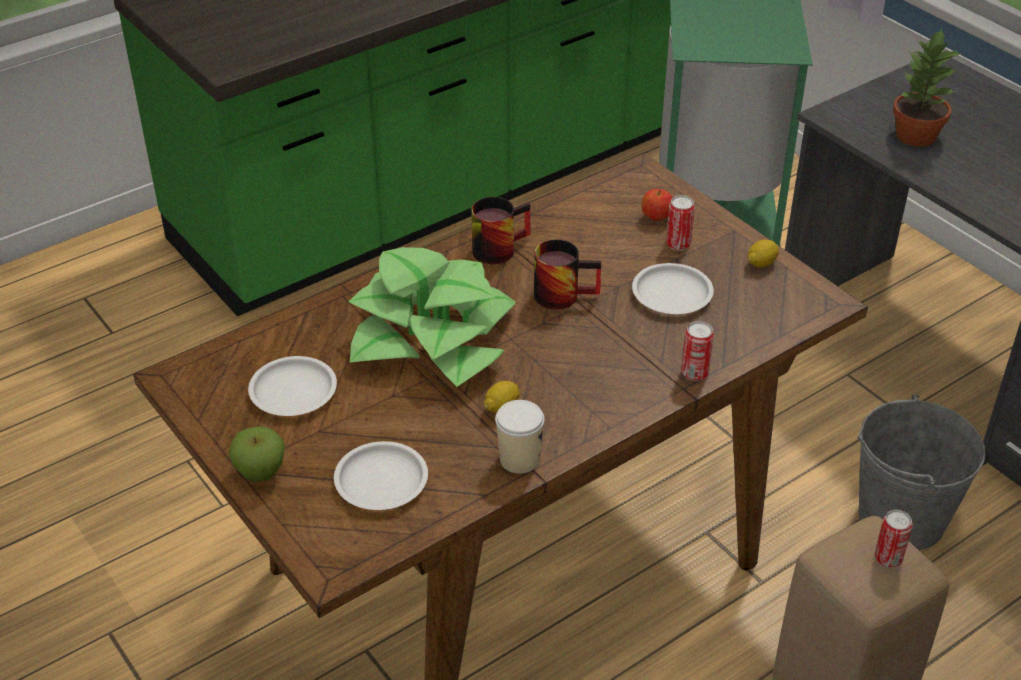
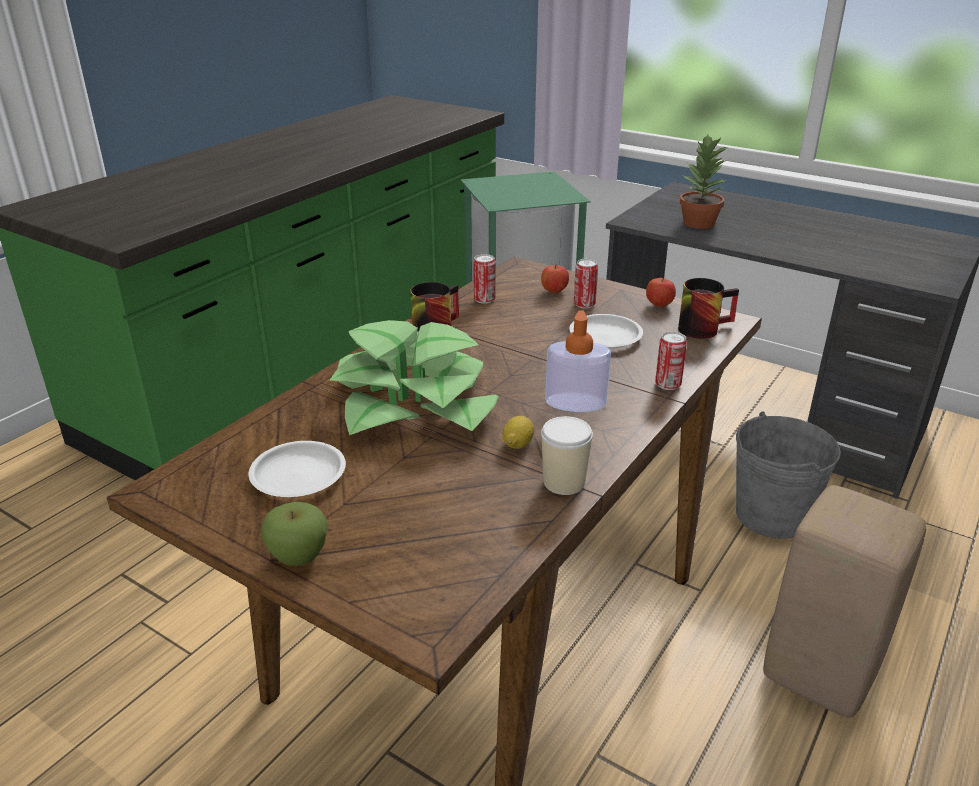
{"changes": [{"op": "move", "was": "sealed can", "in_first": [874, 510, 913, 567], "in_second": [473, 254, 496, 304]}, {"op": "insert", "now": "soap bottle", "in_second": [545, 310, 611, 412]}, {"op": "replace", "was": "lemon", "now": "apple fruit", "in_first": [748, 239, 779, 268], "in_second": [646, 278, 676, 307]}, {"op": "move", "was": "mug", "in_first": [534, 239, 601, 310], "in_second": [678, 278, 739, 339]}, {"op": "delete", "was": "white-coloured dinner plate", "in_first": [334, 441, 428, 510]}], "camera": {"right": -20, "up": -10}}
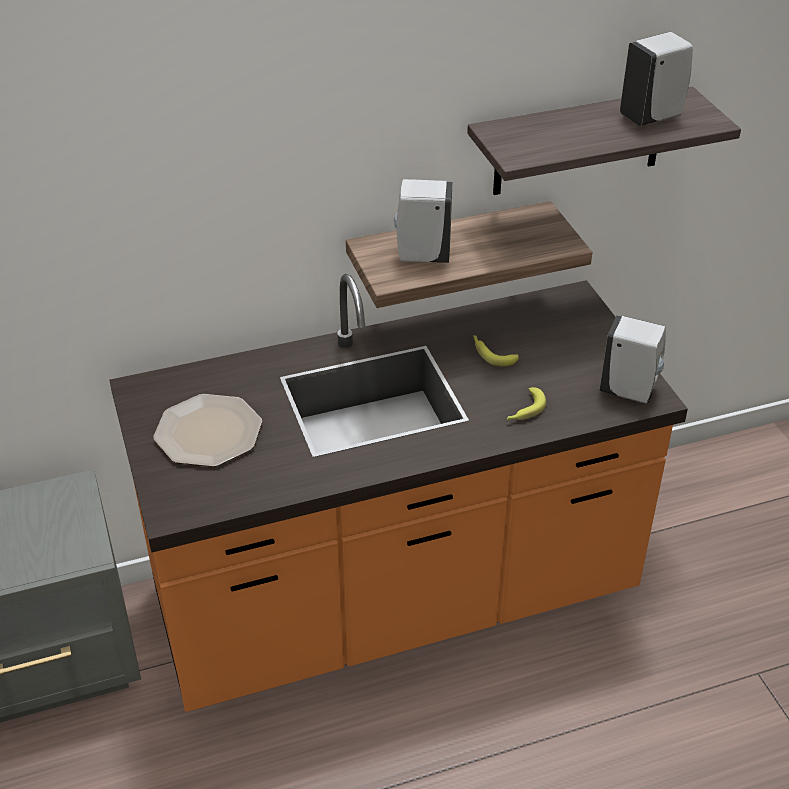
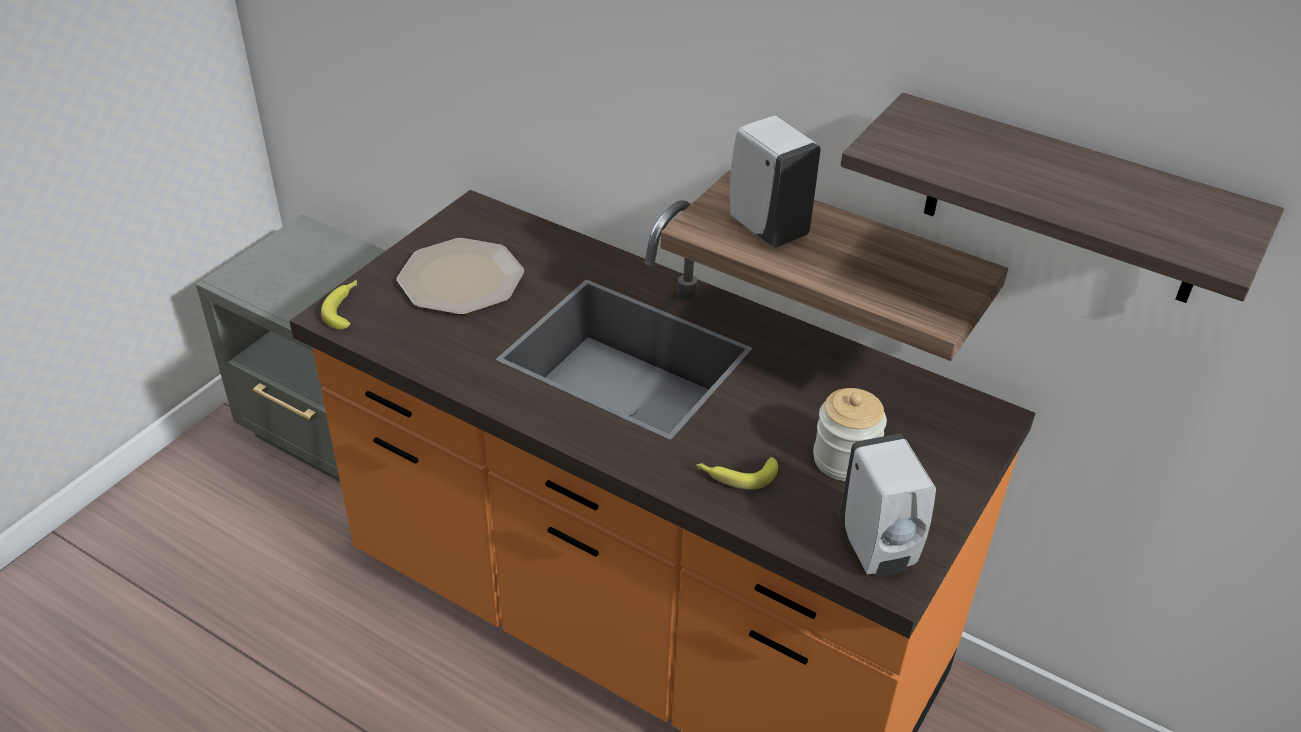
{"changes": [{"op": "move", "was": "banana", "in_first": [473, 335, 519, 366], "in_second": [321, 280, 357, 330]}, {"op": "insert", "now": "preserve jar", "in_second": [813, 388, 887, 481]}, {"op": "delete", "was": "white-coloured soap bottle", "in_first": [620, 32, 693, 126]}], "camera": {"right": 50, "up": 0}}
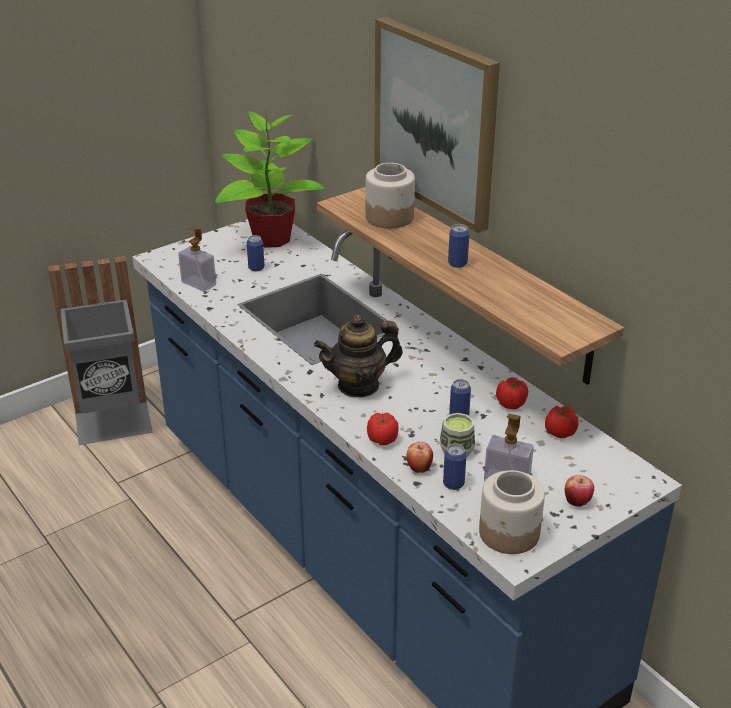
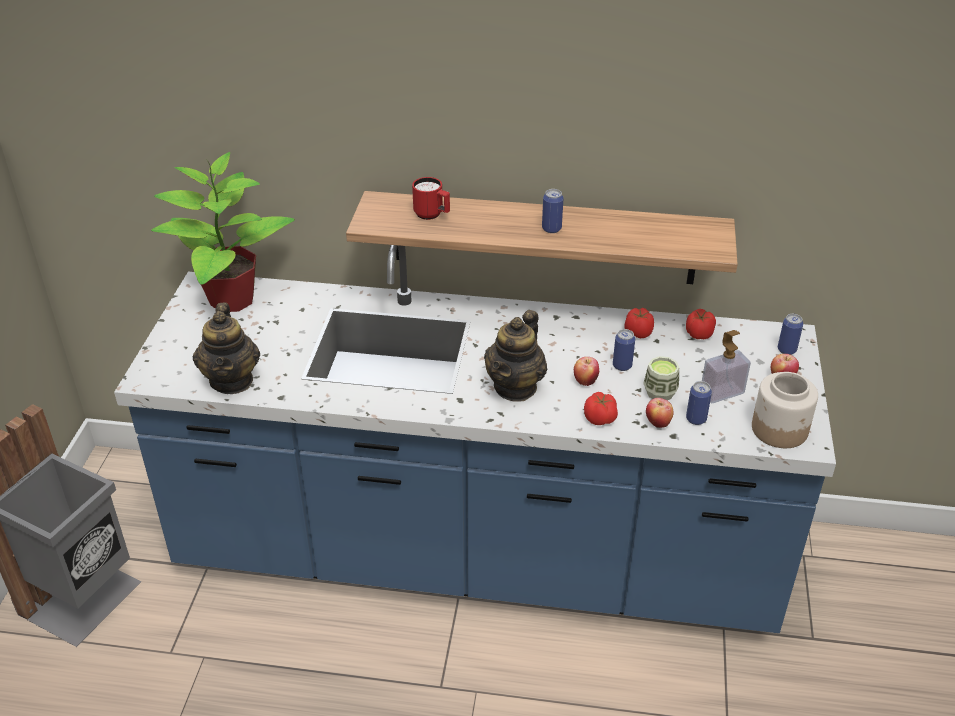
{"changes": [{"op": "replace", "was": "soap bottle", "now": "pot for tea", "in_first": [178, 227, 216, 292], "in_second": [193, 303, 260, 394]}, {"op": "replace", "was": "preserve jar", "now": "red-coloured mug", "in_first": [366, 163, 415, 229], "in_second": [412, 177, 450, 220]}, {"op": "insert", "now": "apple fruit", "in_second": [574, 357, 599, 386]}, {"op": "move", "was": "sealed can", "in_first": [247, 235, 264, 271], "in_second": [778, 314, 803, 355]}, {"op": "delete", "was": "picture", "in_first": [374, 17, 500, 233]}], "camera": {"right": -45, "up": 5}}
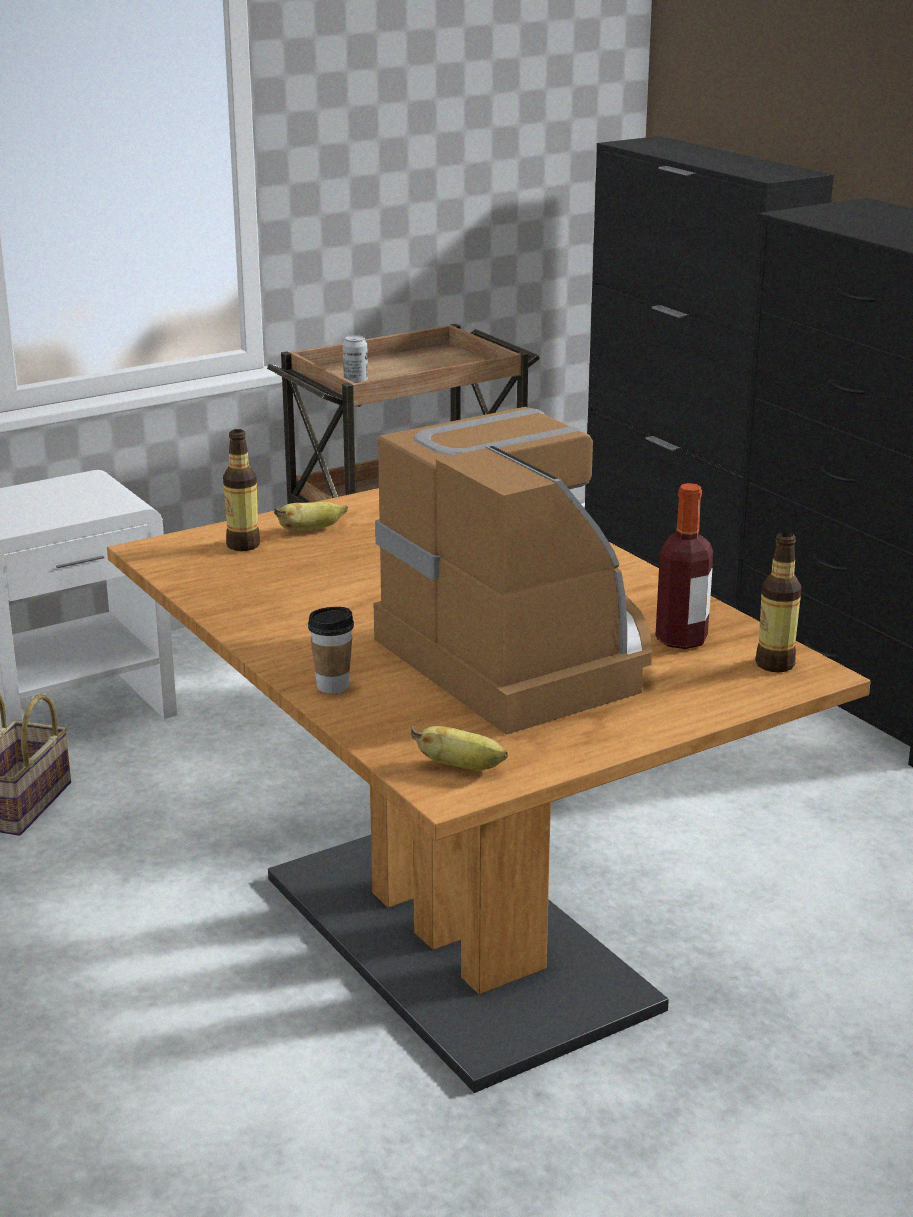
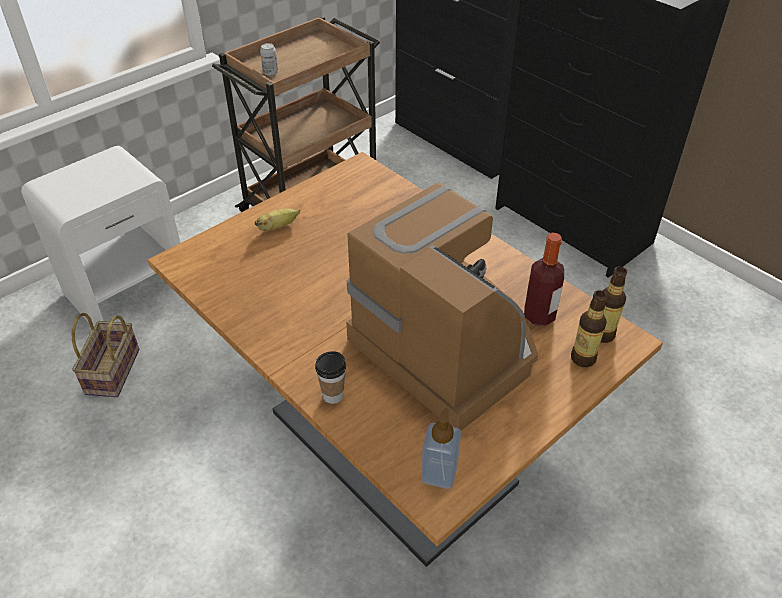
{"changes": [{"op": "replace", "was": "banana", "now": "soap bottle", "in_first": [411, 726, 508, 770], "in_second": [421, 408, 461, 489]}, {"op": "move", "was": "drink bottle", "in_first": [223, 429, 260, 551], "in_second": [571, 290, 607, 367]}], "camera": {"right": -10, "up": 20}}
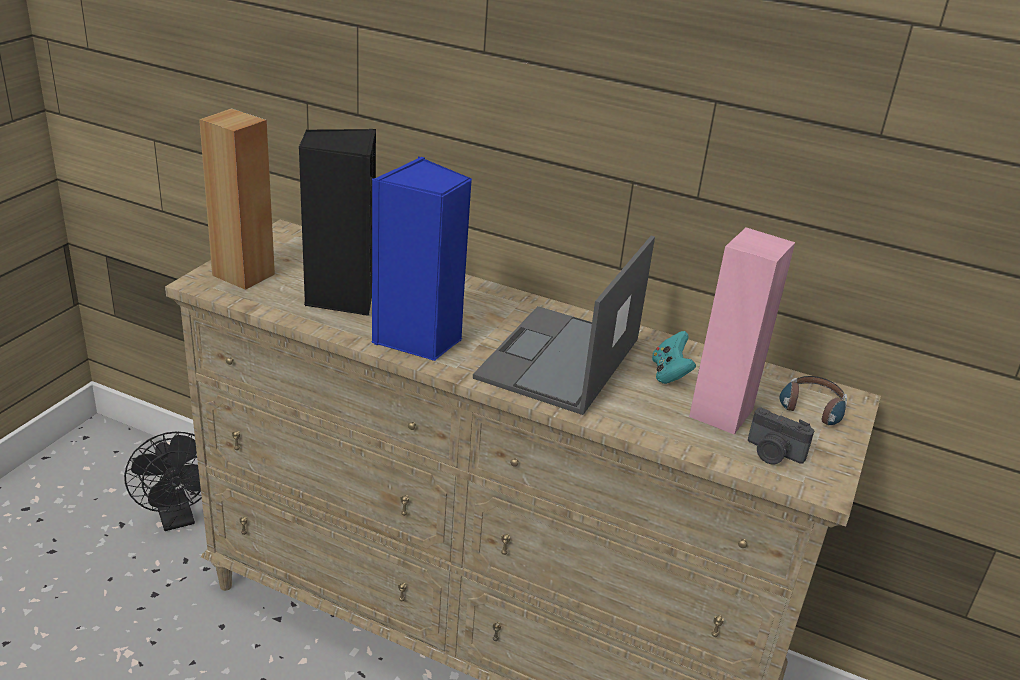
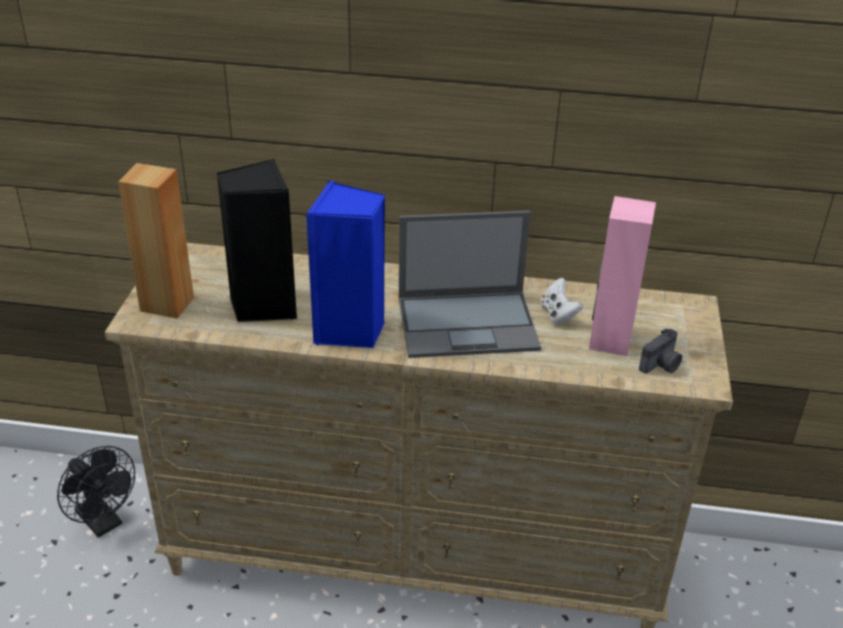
{"changes": [{"op": "rotate", "was": "laptop", "in_first": [473, 236, 655, 415], "in_second": [399, 211, 541, 358], "clockwise": -105}, {"op": "recolor", "was": "turquoise-coloured game controller", "now": "white-coloured game controller", "in_first": [652, 331, 696, 384], "in_second": [540, 278, 583, 325]}, {"op": "rotate", "was": "photo camera", "in_first": [748, 408, 814, 464], "in_second": [639, 328, 682, 373], "clockwise": -60}, {"op": "delete", "was": "headphones", "in_first": [780, 376, 847, 425]}], "camera": {"right": -15, "up": 5}}
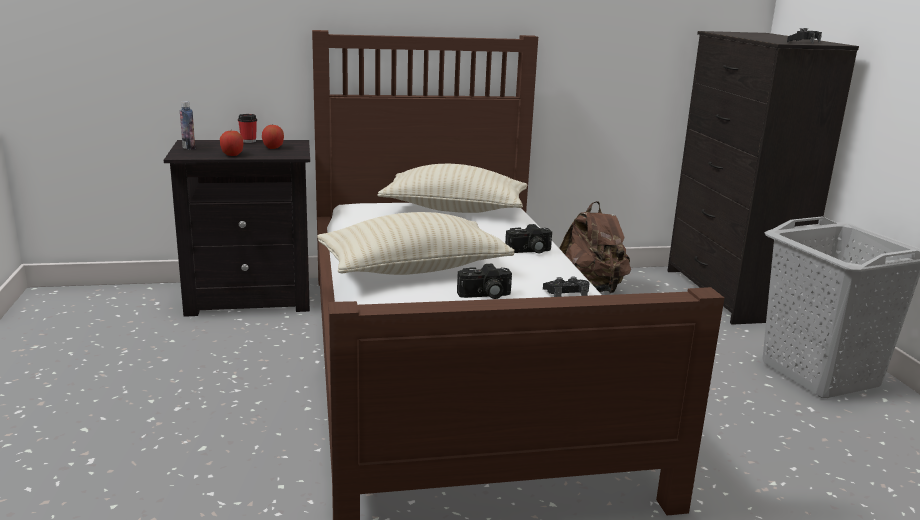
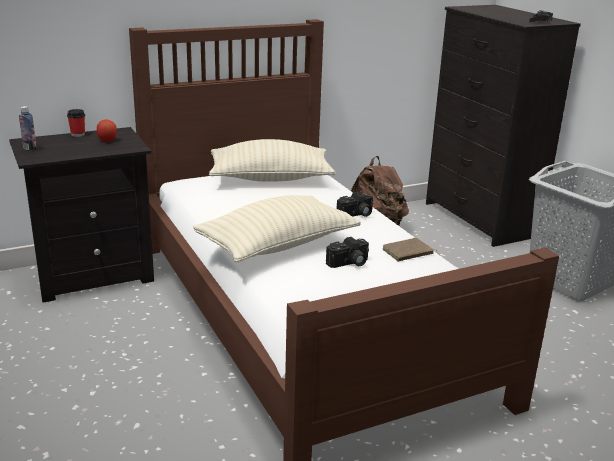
{"changes": [{"op": "replace", "was": "blackish game controller", "now": "brown bound book", "in_first": [543, 276, 590, 297], "in_second": [382, 238, 439, 262]}, {"op": "delete", "was": "apple fruit", "in_first": [220, 131, 244, 156]}], "camera": {"right": -15, "up": 5}}
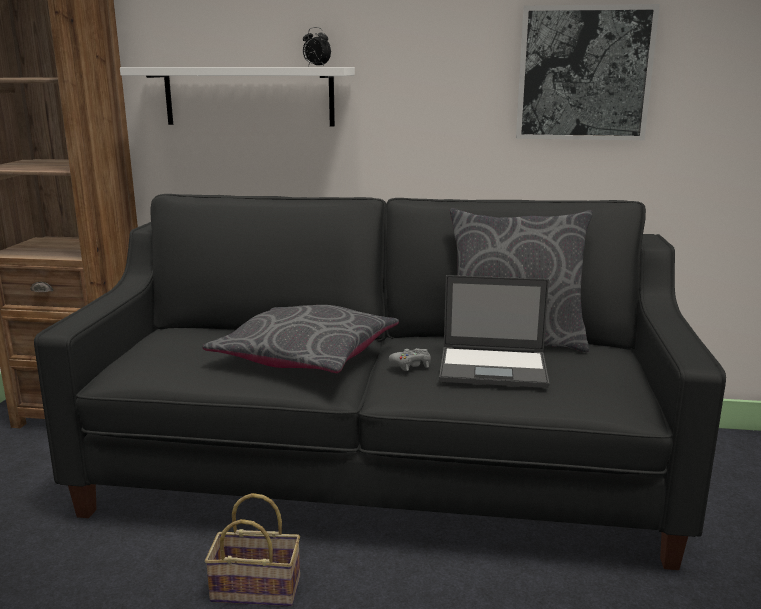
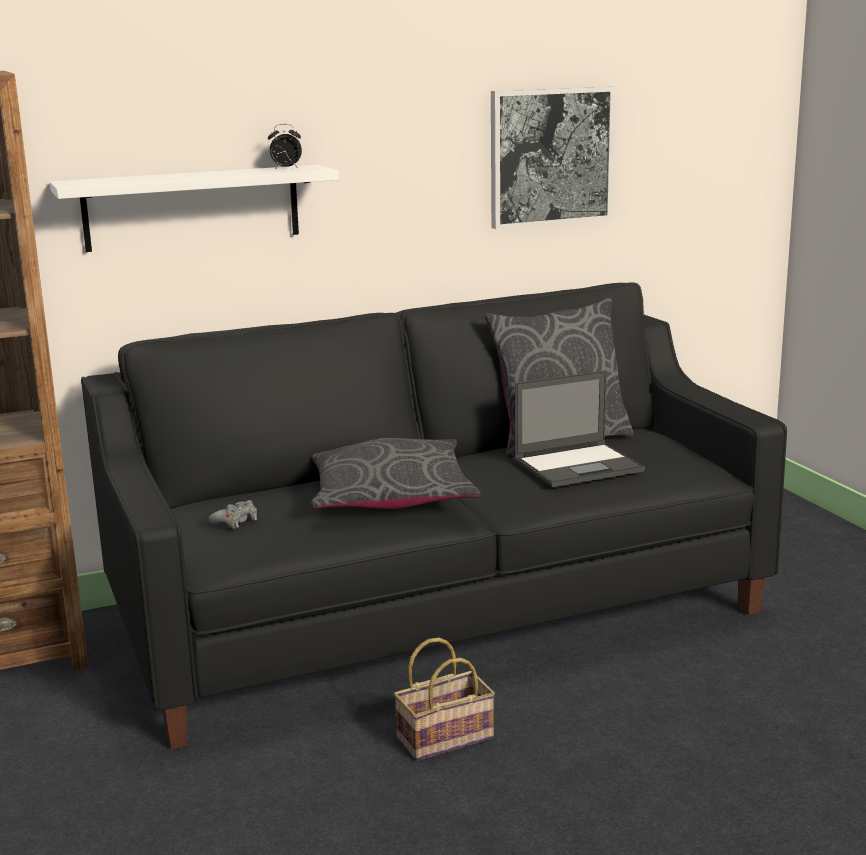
{"changes": [{"op": "move", "was": "grey game controller", "in_first": [389, 348, 431, 371], "in_second": [209, 500, 257, 529]}], "camera": {"right": -30, "up": 0}}
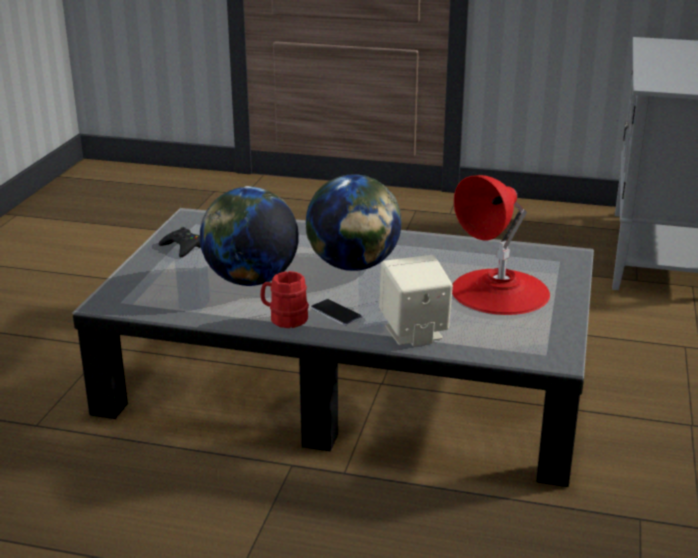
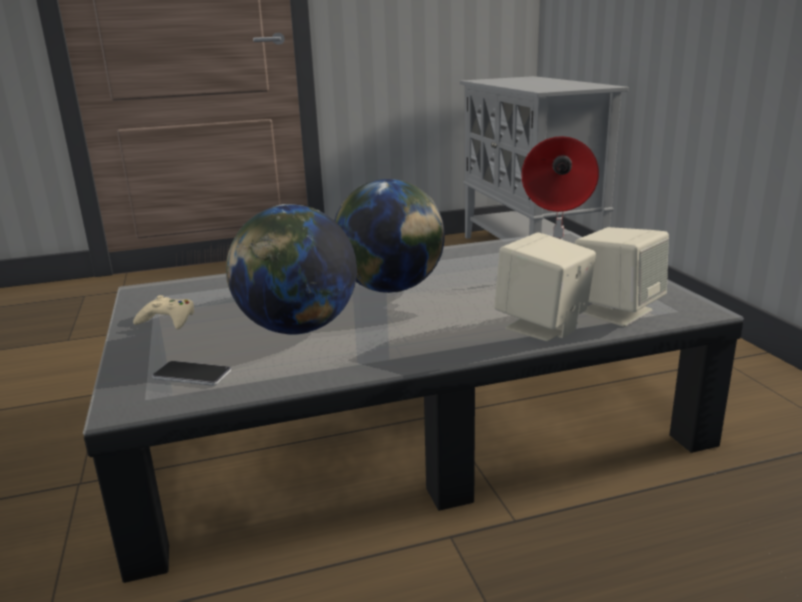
{"changes": [{"op": "recolor", "was": "blackish game controller", "now": "beige game controller", "in_first": [159, 227, 201, 257], "in_second": [133, 295, 194, 330]}, {"op": "move", "was": "handset", "in_first": [311, 299, 362, 326], "in_second": [152, 361, 231, 386]}, {"op": "insert", "now": "beige loudspeaker", "in_second": [574, 227, 669, 327]}, {"op": "delete", "was": "red-coloured mug", "in_first": [260, 271, 309, 328]}], "camera": {"right": -30, "up": -5}}
